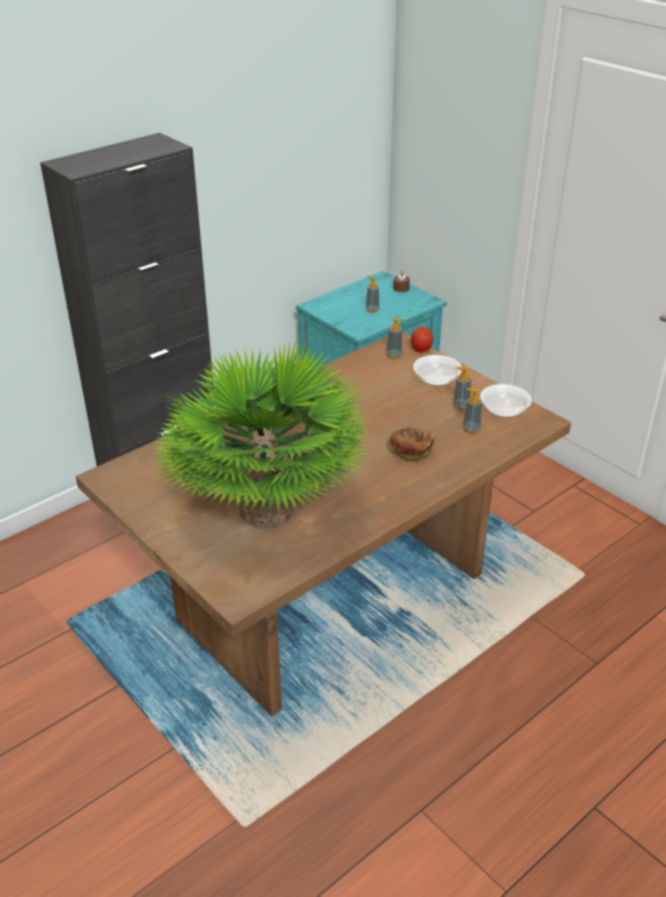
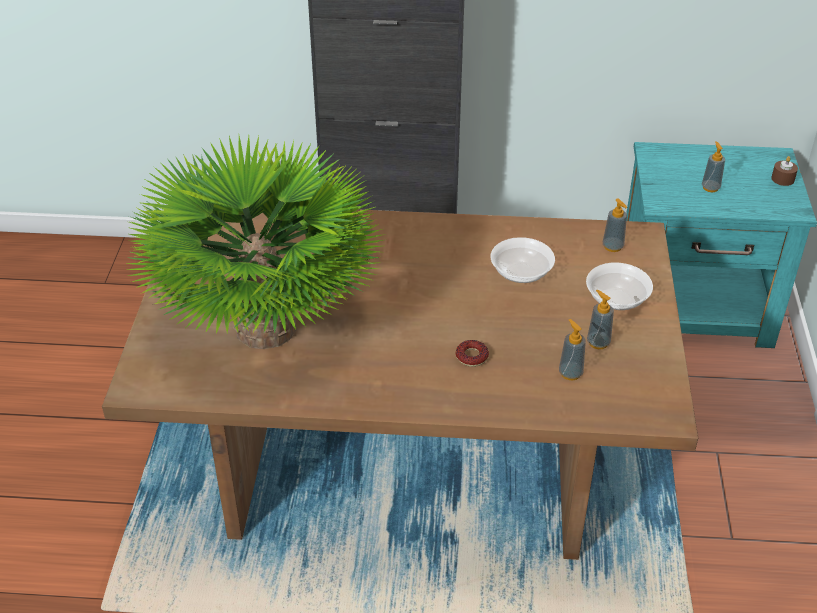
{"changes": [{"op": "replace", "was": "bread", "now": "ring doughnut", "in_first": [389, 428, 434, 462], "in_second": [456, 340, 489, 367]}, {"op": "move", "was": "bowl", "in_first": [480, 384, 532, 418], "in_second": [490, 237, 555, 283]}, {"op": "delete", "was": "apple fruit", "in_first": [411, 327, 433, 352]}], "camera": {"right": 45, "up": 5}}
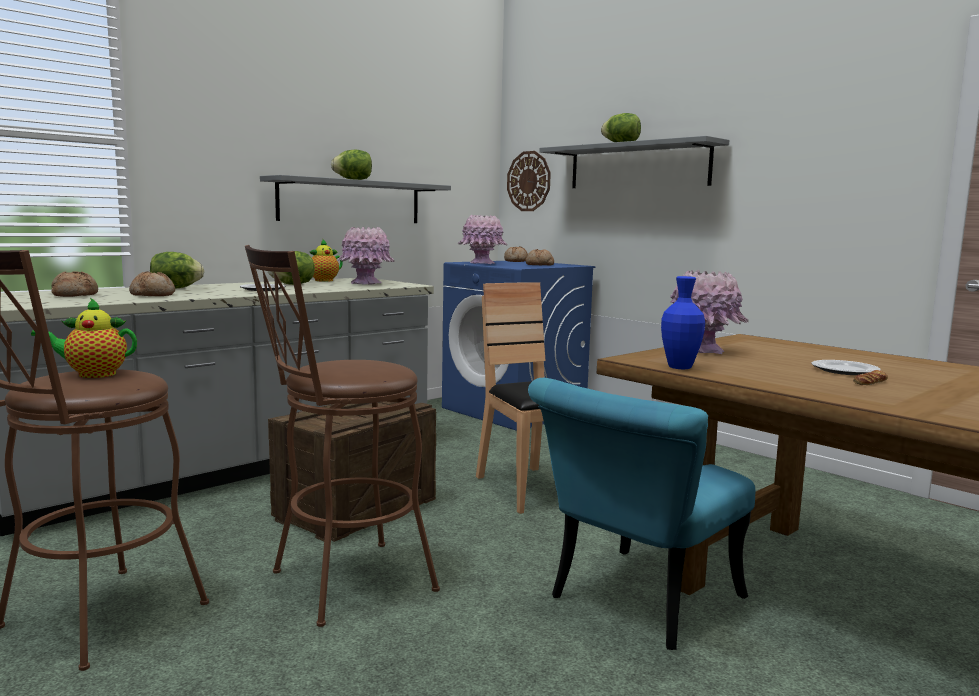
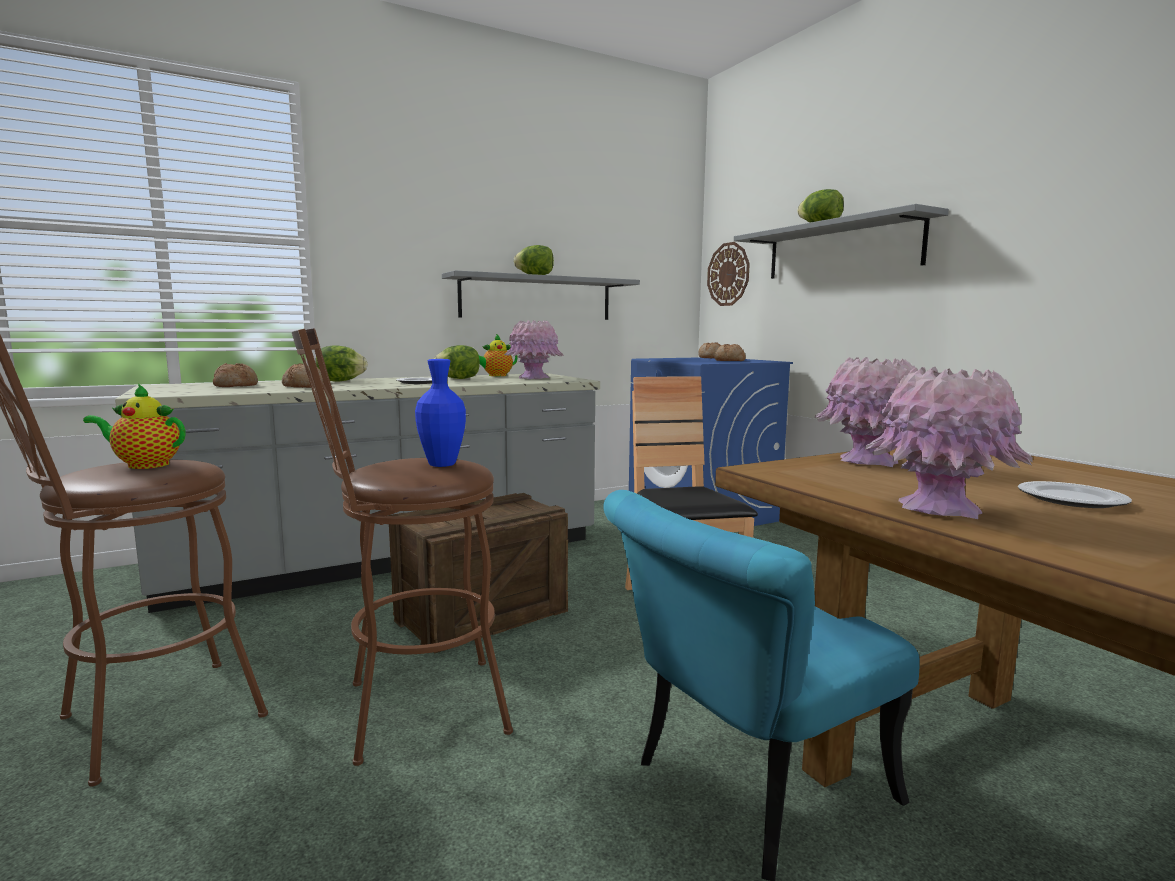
{"changes": [{"op": "move", "was": "bluish vase", "in_first": [661, 276, 705, 369], "in_second": [415, 359, 466, 467]}, {"op": "move", "was": "pinkish vase", "in_first": [458, 215, 508, 264], "in_second": [865, 367, 1033, 519]}, {"op": "delete", "was": "bread", "in_first": [853, 370, 888, 385]}], "camera": {"right": 15, "up": 0}}
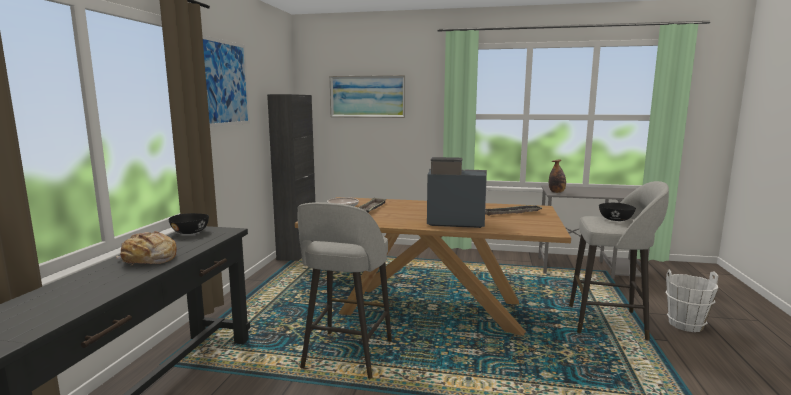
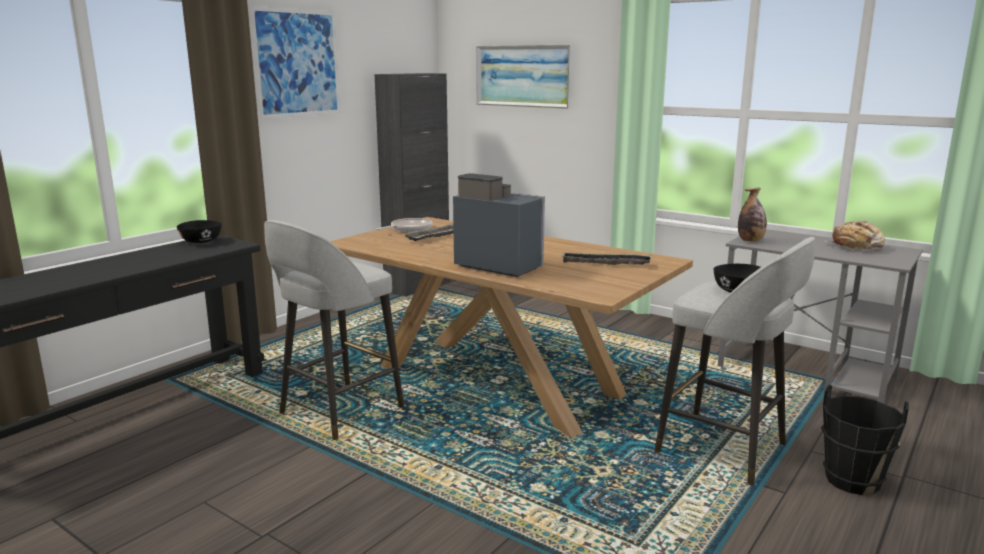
{"changes": [{"op": "recolor", "was": "white-coloured pail", "now": "blackish pail", "in_first": [665, 269, 718, 332], "in_second": [821, 385, 909, 495]}, {"op": "move", "was": "bread", "in_first": [116, 231, 177, 265], "in_second": [825, 221, 885, 251]}], "camera": {"right": 25, "up": 5}}
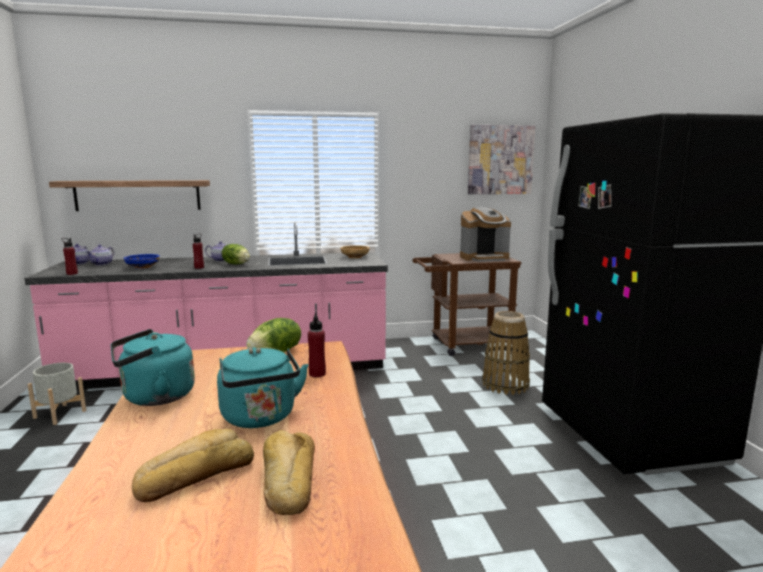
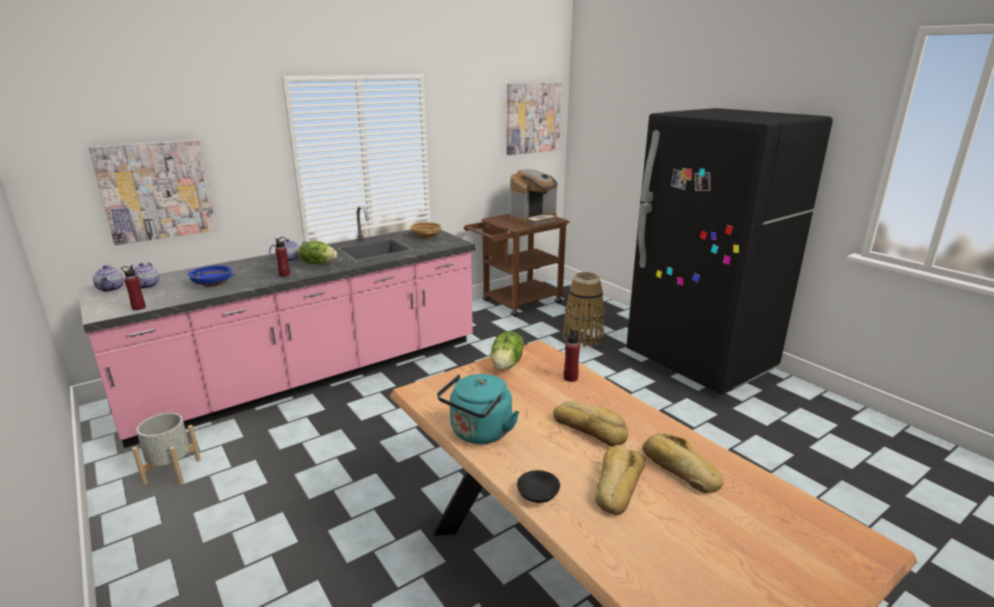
{"changes": [{"op": "replace", "was": "shelf", "now": "picture", "in_first": [49, 180, 210, 211], "in_second": [88, 139, 217, 245]}, {"op": "insert", "now": "blackish bowl", "in_second": [517, 470, 560, 503]}, {"op": "replace", "was": "turquoise-coloured tea kettle", "now": "bread", "in_first": [217, 347, 309, 428], "in_second": [553, 401, 628, 447]}], "camera": {"right": -25, "up": 10}}
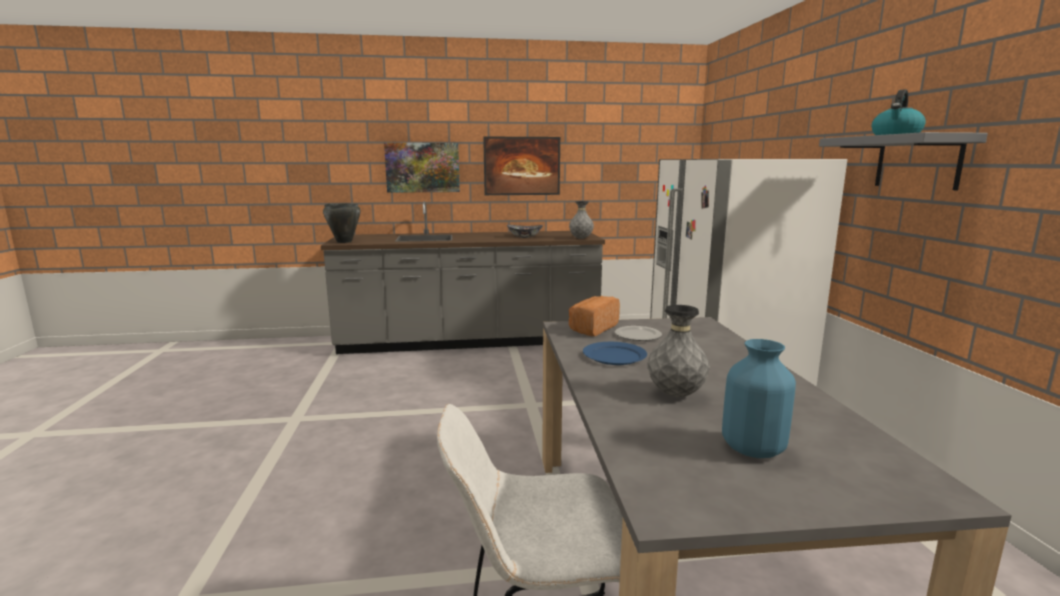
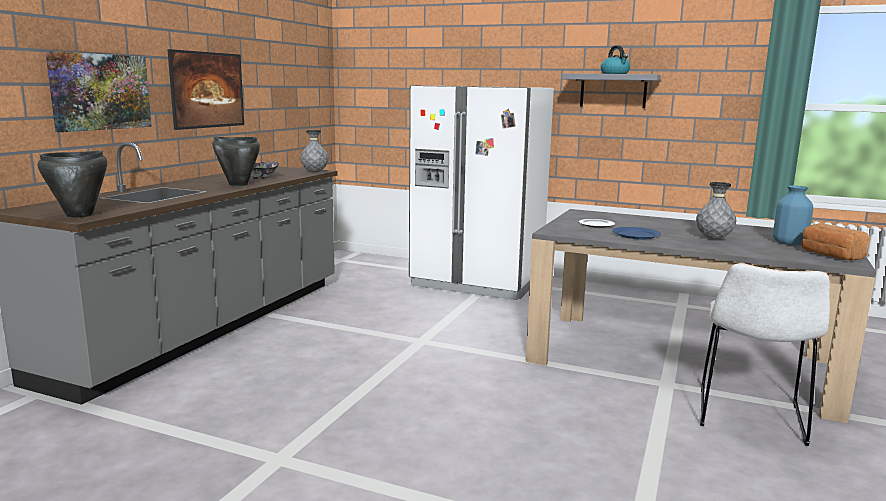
{"changes": [{"op": "insert", "now": "blackish stockpot", "in_second": [212, 137, 260, 186]}, {"op": "move", "was": "bread", "in_first": [569, 296, 620, 336], "in_second": [801, 223, 870, 260]}], "camera": {"right": -60, "up": 0}}
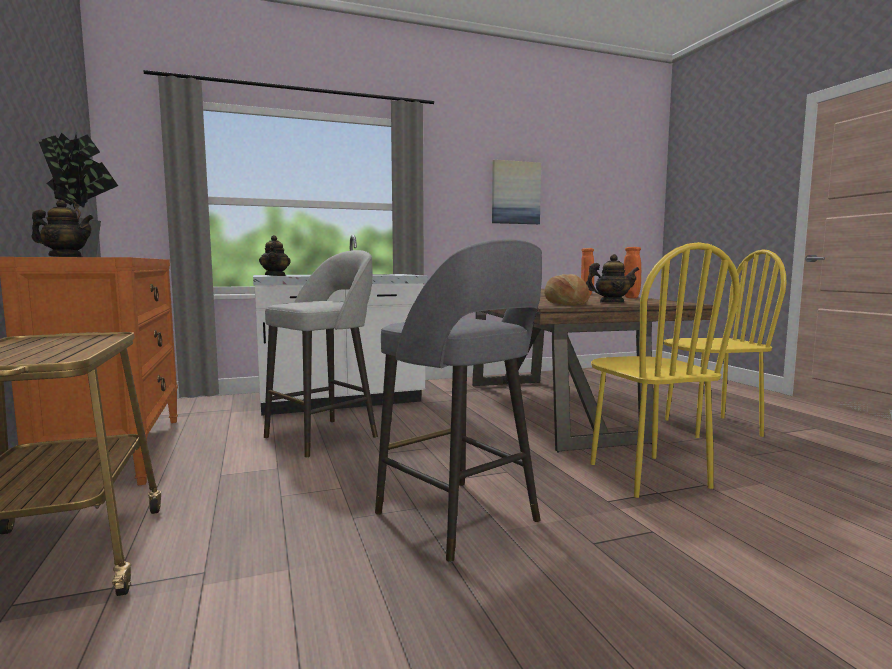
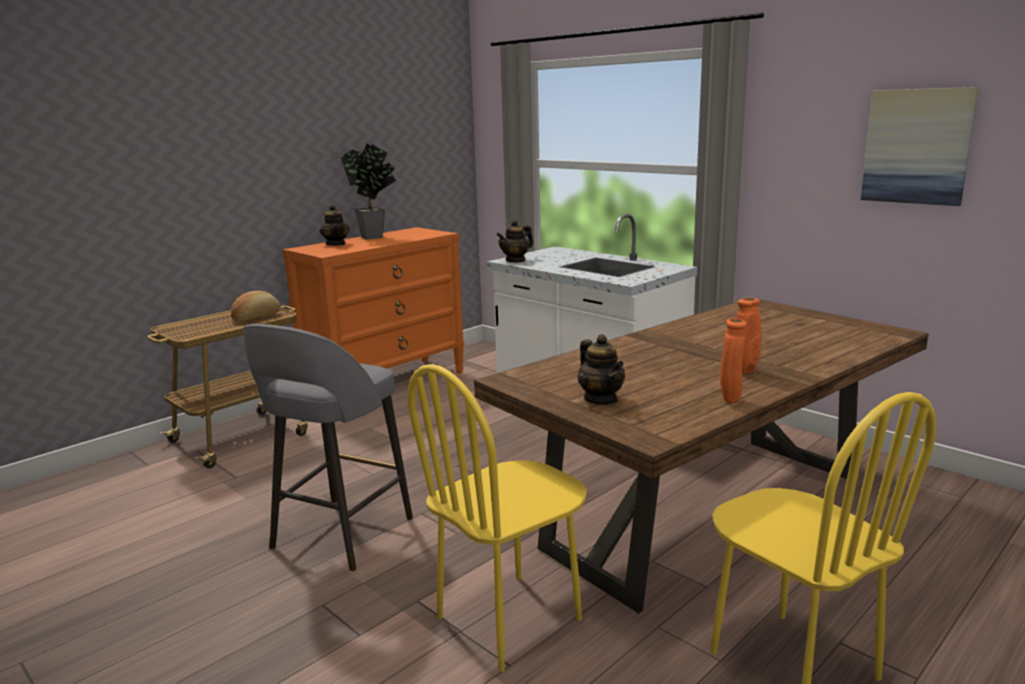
{"changes": [{"op": "move", "was": "bread", "in_first": [544, 274, 590, 306], "in_second": [231, 291, 281, 322]}, {"op": "delete", "was": "grey sitting stool", "in_first": [264, 250, 378, 458]}], "camera": {"right": 65, "up": 10}}
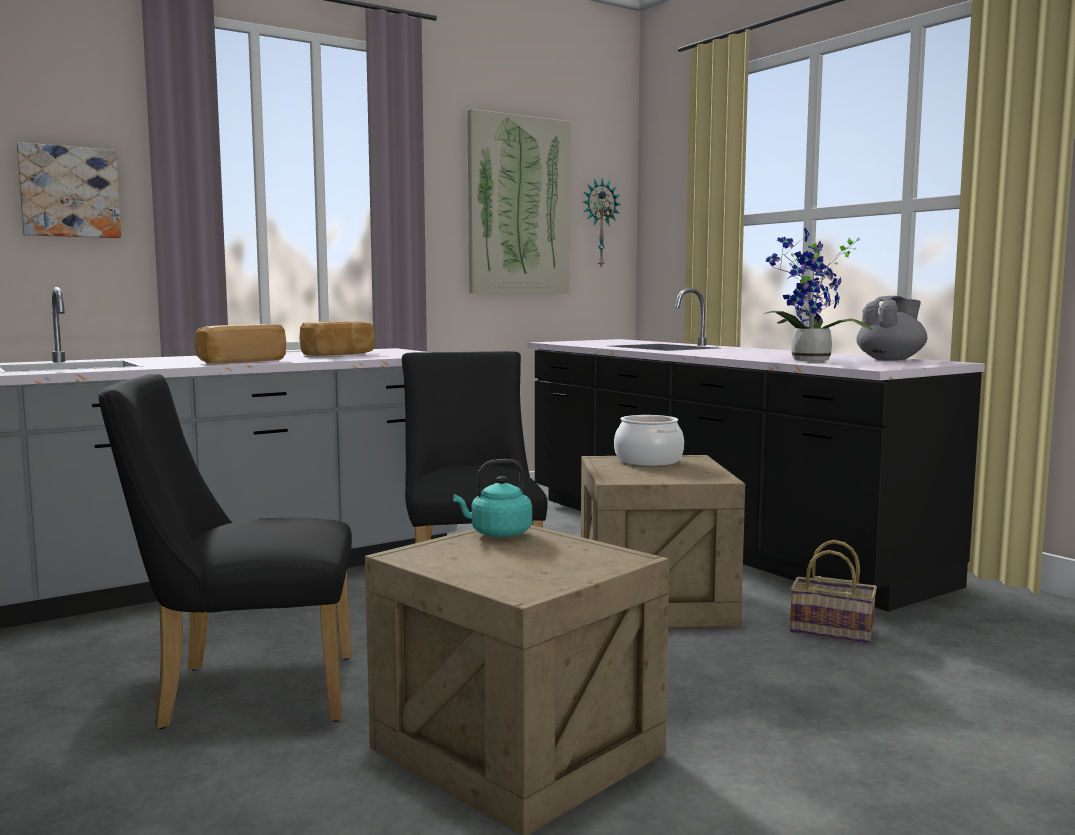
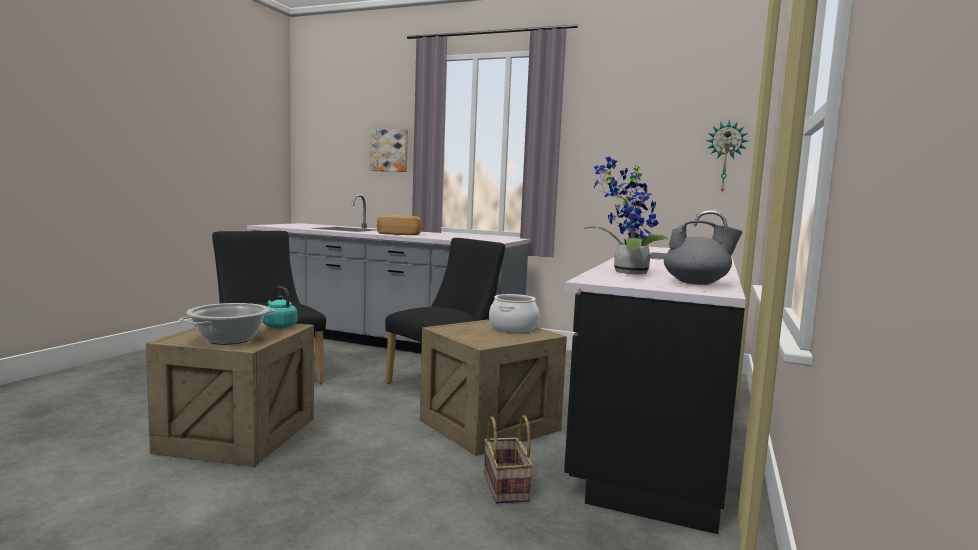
{"changes": [{"op": "insert", "now": "stockpot", "in_second": [179, 303, 275, 345]}, {"op": "delete", "was": "bread", "in_first": [299, 321, 375, 356]}, {"op": "delete", "was": "picture", "in_first": [467, 109, 570, 293]}], "camera": {"right": 55, "up": 0}}
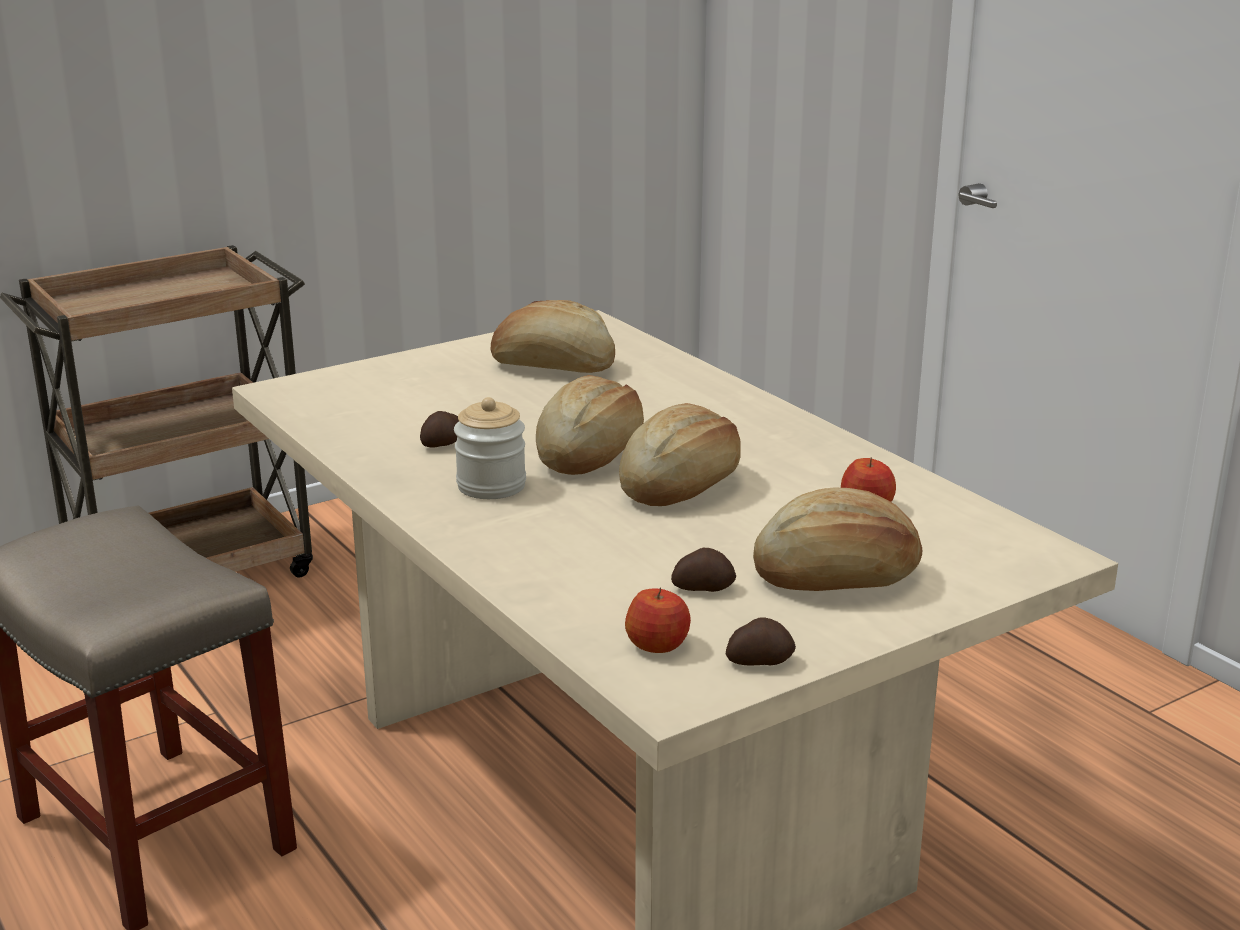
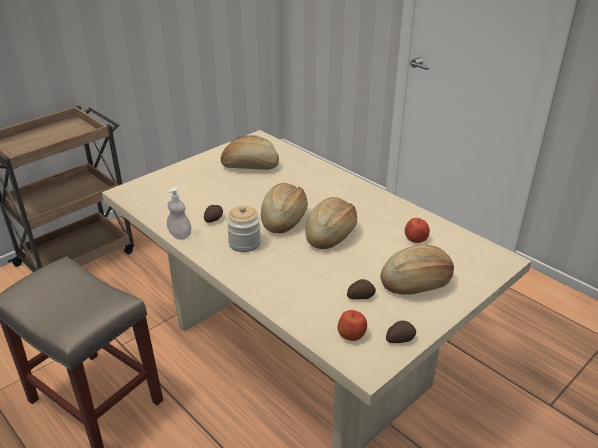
{"changes": [{"op": "insert", "now": "soap bottle", "in_second": [167, 187, 192, 240]}], "camera": {"right": -10, "up": 10}}
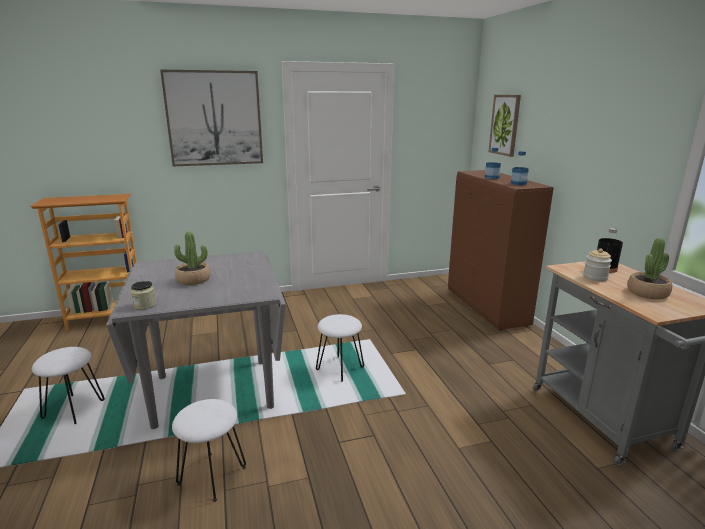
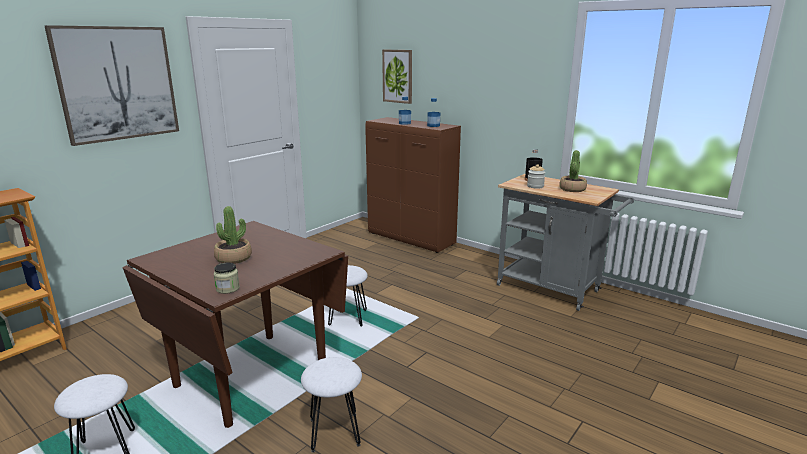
{"changes": [{"op": "recolor", "was": "grey kitchen table", "now": "brown kitchen table", "in_first": [106, 251, 286, 429], "in_second": [122, 221, 348, 428]}], "camera": {"right": -35, "up": 0}}
